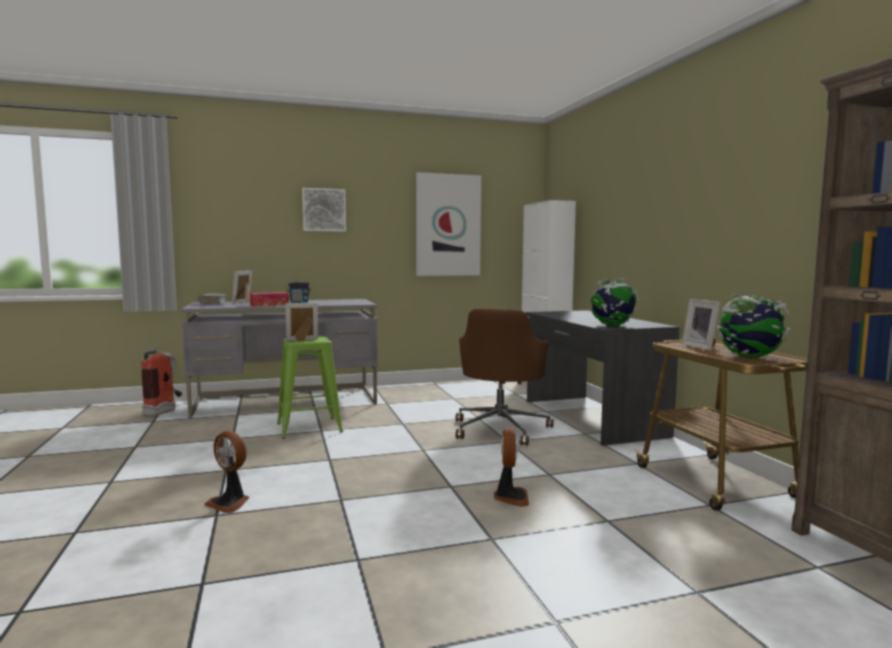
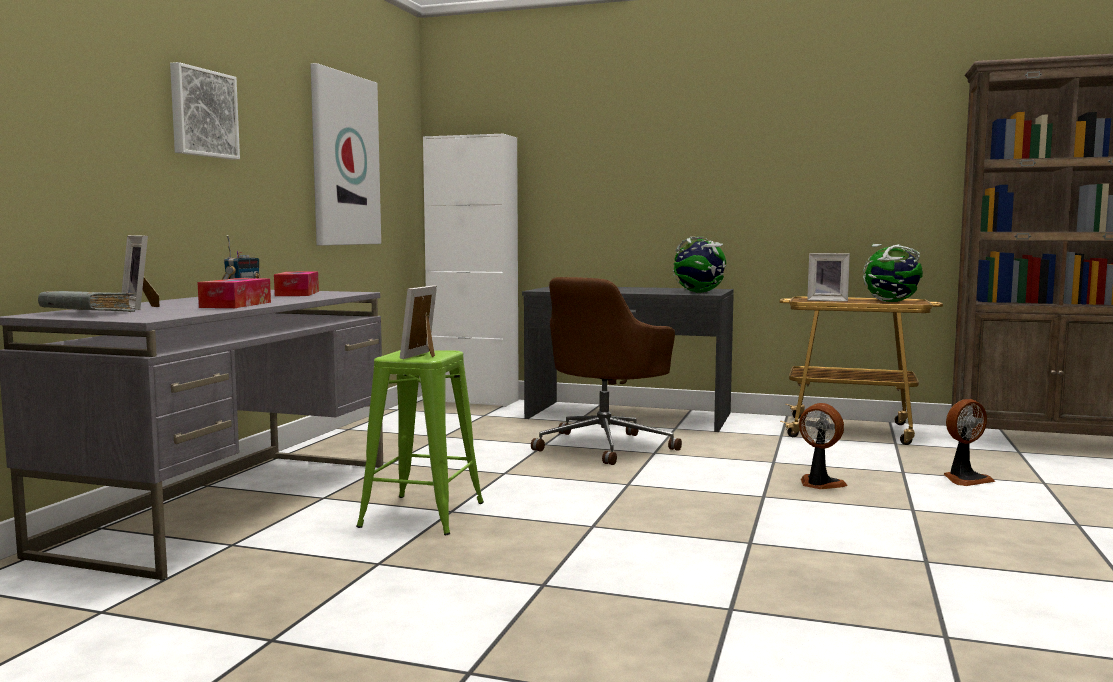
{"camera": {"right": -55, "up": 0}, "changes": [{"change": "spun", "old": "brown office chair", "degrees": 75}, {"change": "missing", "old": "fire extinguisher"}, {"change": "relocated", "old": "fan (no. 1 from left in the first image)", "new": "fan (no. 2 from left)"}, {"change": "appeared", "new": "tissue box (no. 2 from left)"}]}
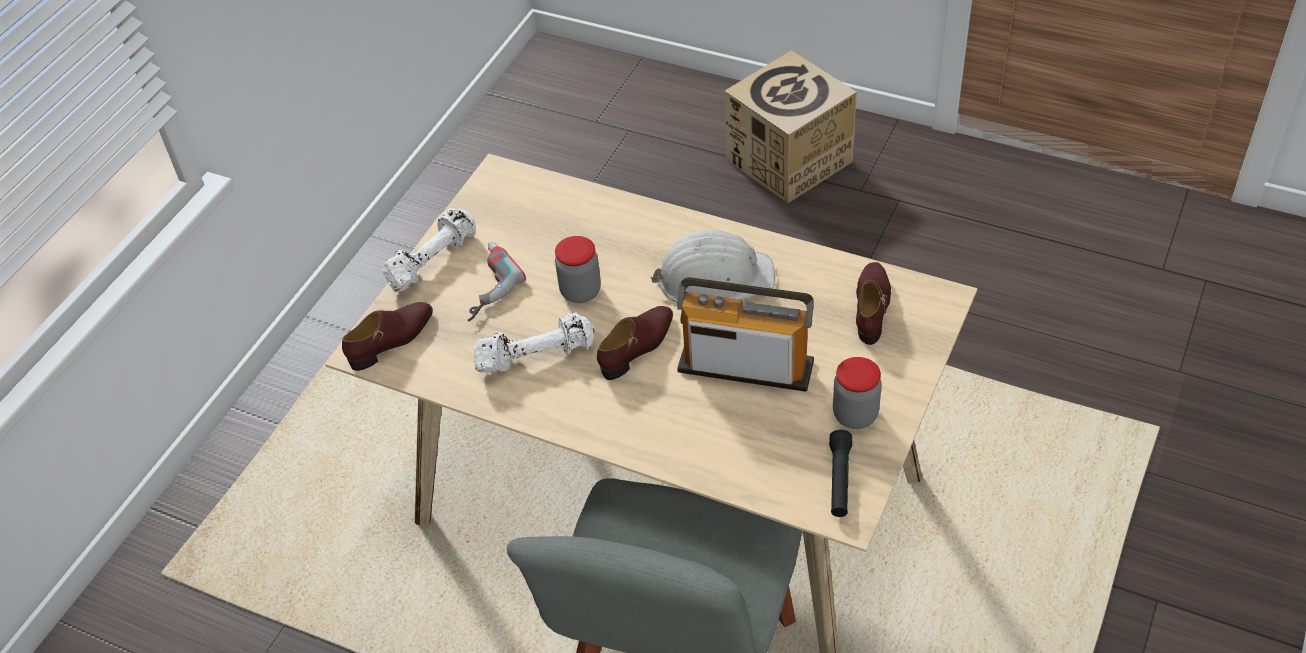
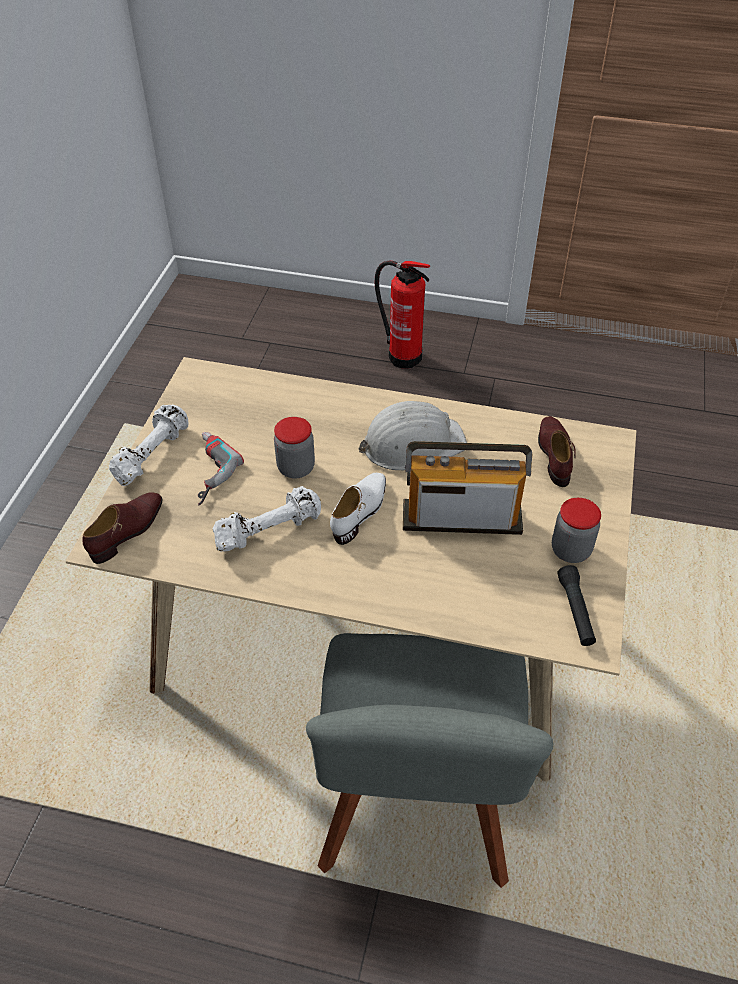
{"camera": {"right": -15, "up": 0}, "changes": [{"change": "exchanged", "old": "cardboard box", "new": "fire extinguisher"}, {"change": "colour", "old": "brown shoe (no. 2 from left)", "new": "white shoe"}]}
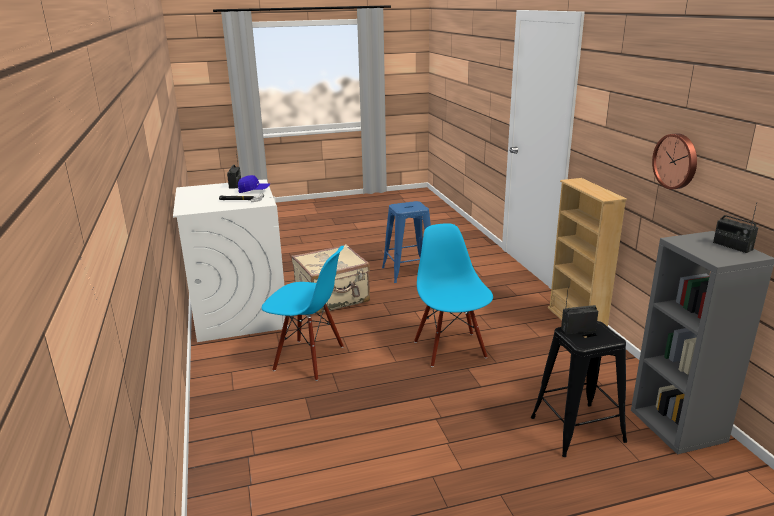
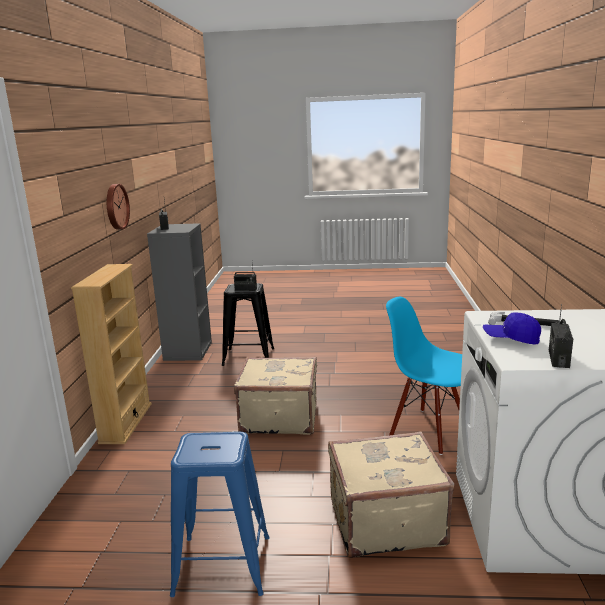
{"camera": {"right": -160, "up": -5}, "changes": [{"change": "exchanged", "old": "blue chair (no. 2 from left)", "new": "beige suitcase (no. 1 from left)"}]}
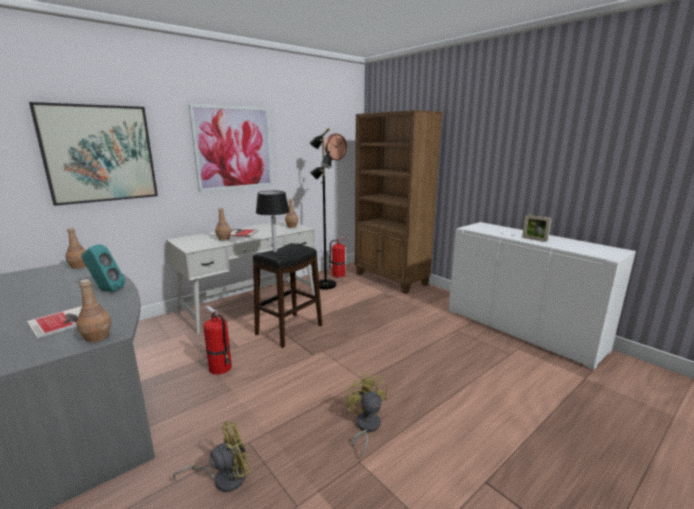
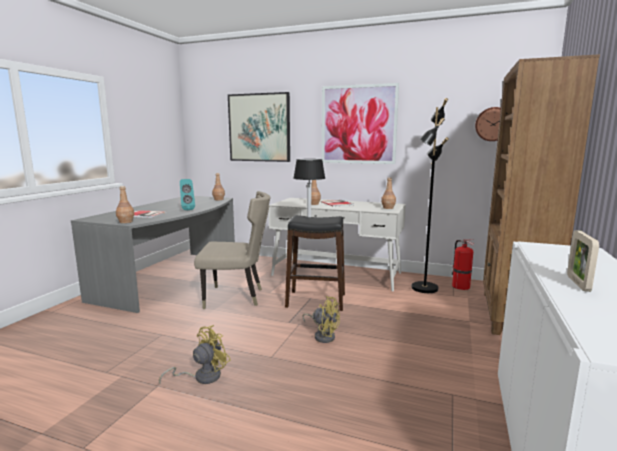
{"camera": {"right": 60, "up": -5}, "changes": [{"change": "exchanged", "old": "fire extinguisher (no. 1 from left)", "new": "beige chair"}, {"change": "relocated", "old": "yellow fan (no. 1 from left in the first image)", "new": "yellow fan (no. 2 from left)"}]}
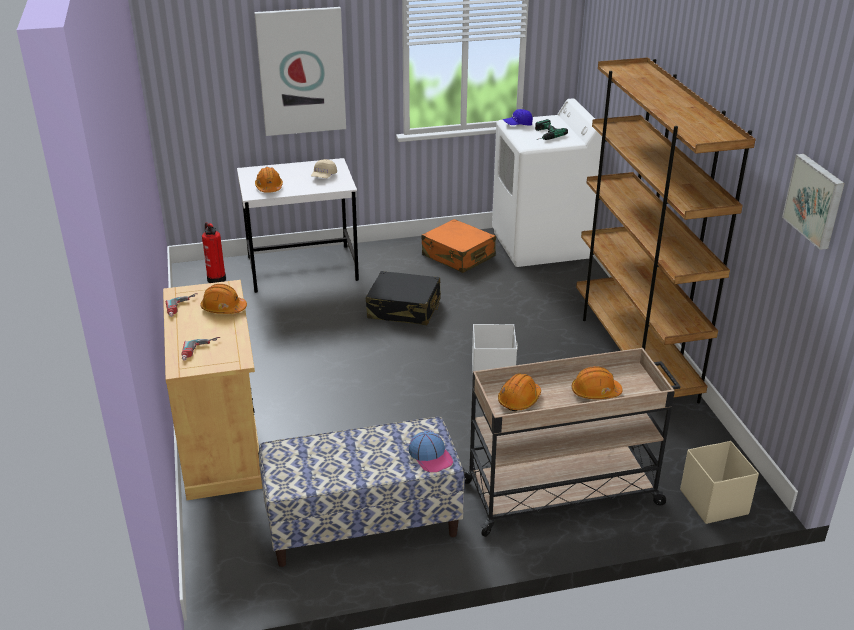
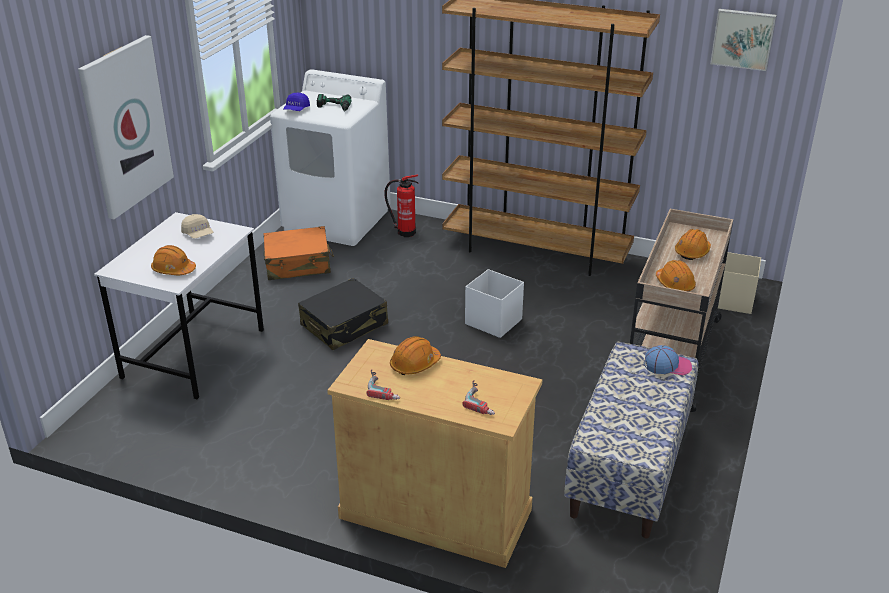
{"camera": {"right": -55, "up": 0}, "changes": [{"change": "relocated", "old": "fire extinguisher"}]}
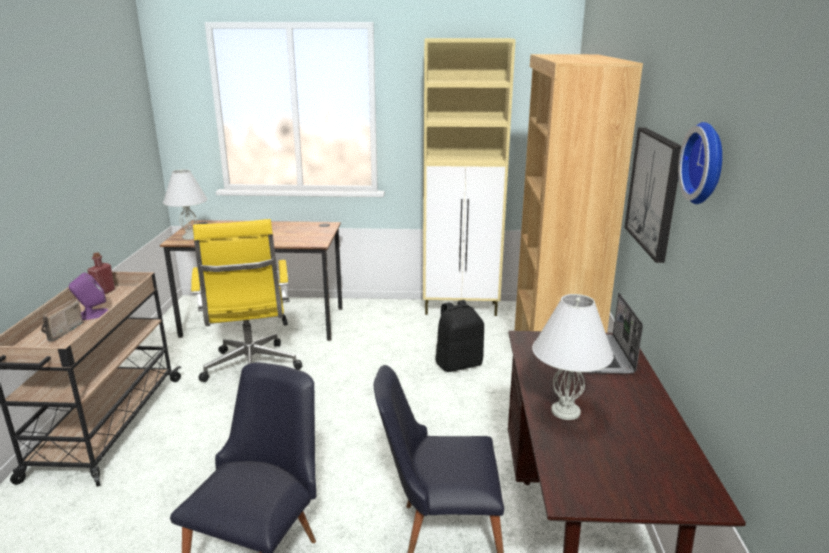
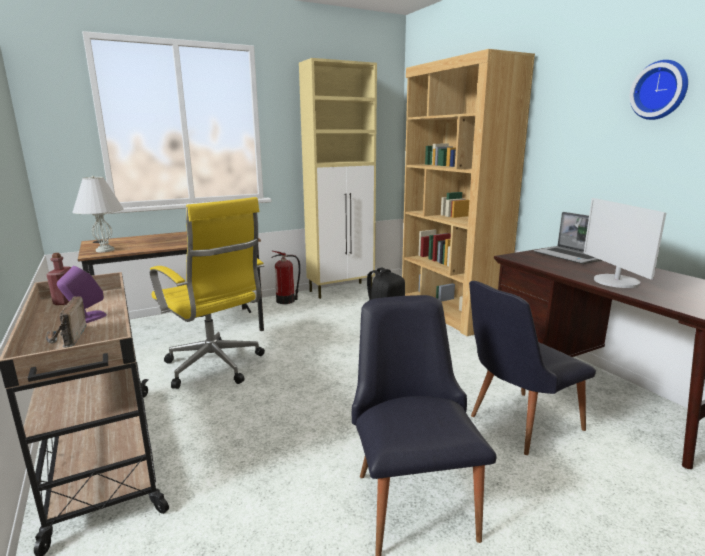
{"camera": {"right": -30, "up": -5}, "changes": [{"change": "missing", "old": "picture"}, {"change": "exchanged", "old": "white table lamp (no. 2 from left)", "new": "monitor"}, {"change": "appeared", "new": "fire extinguisher"}]}
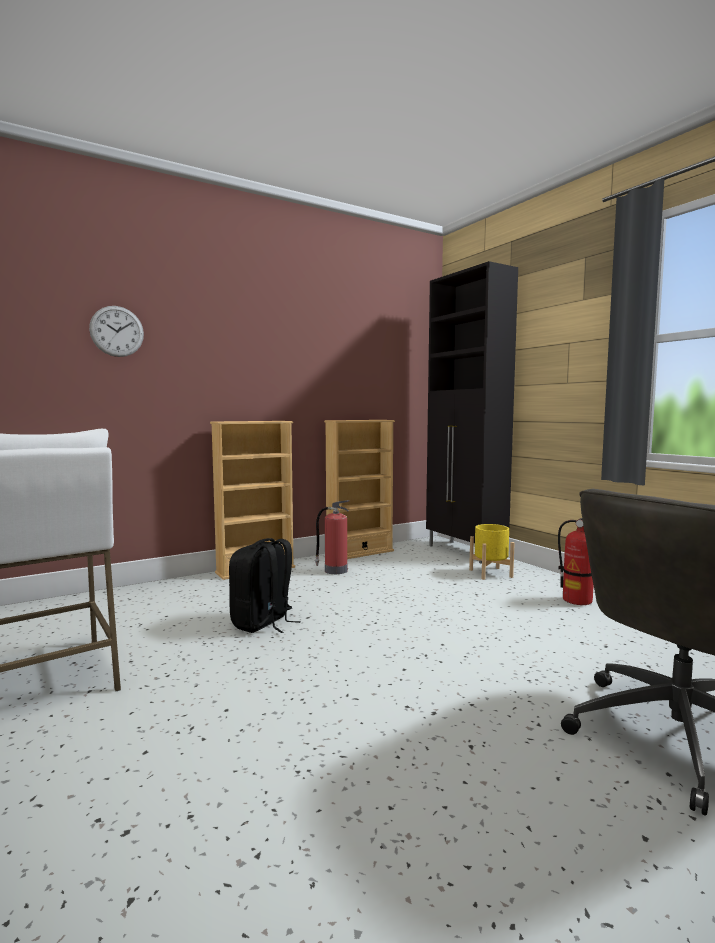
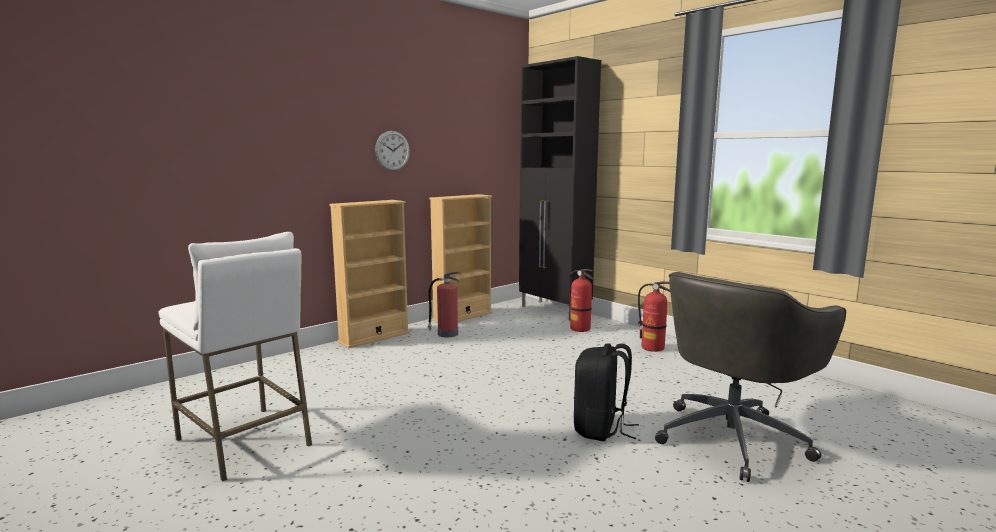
{"camera": {"right": -10, "up": 5}, "changes": [{"change": "relocated", "old": "wall clock"}, {"change": "exchanged", "old": "yellow planter", "new": "fire extinguisher (no. 2 from left)"}, {"change": "relocated", "old": "black backpack"}]}
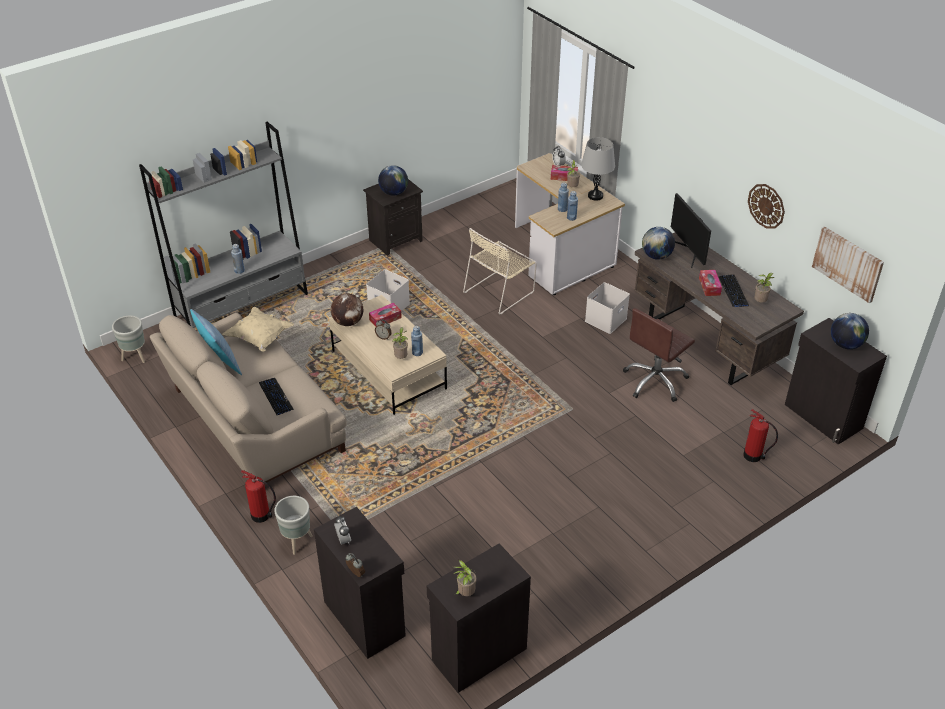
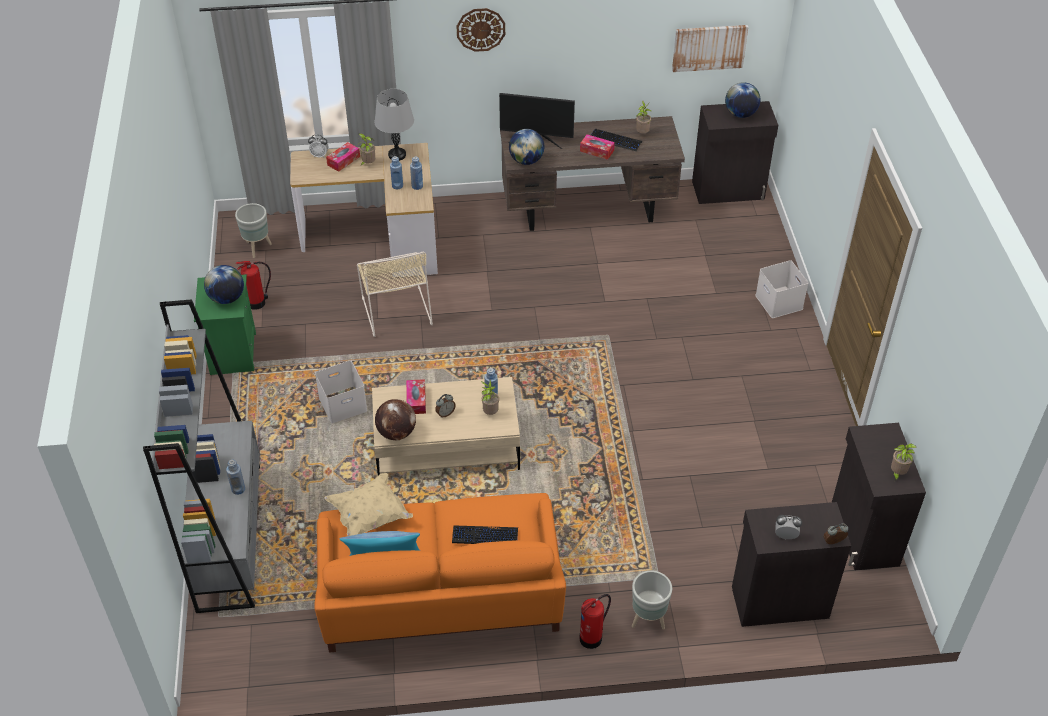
{"camera": {"right": -60, "up": 5}, "changes": [{"change": "colour", "old": "black nightstand", "new": "green nightstand"}, {"change": "relocated", "old": "wall clock"}, {"change": "relocated", "old": "white storage box (no. 2 from left)"}, {"change": "missing", "old": "brown office chair"}, {"change": "colour", "old": "beige sofa", "new": "orange sofa"}, {"change": "relocated", "old": "grey planter (no. 1 from left)"}, {"change": "relocated", "old": "fire extinguisher (no. 2 from left in the first image)", "new": "fire extinguisher (no. 1 from left)"}]}
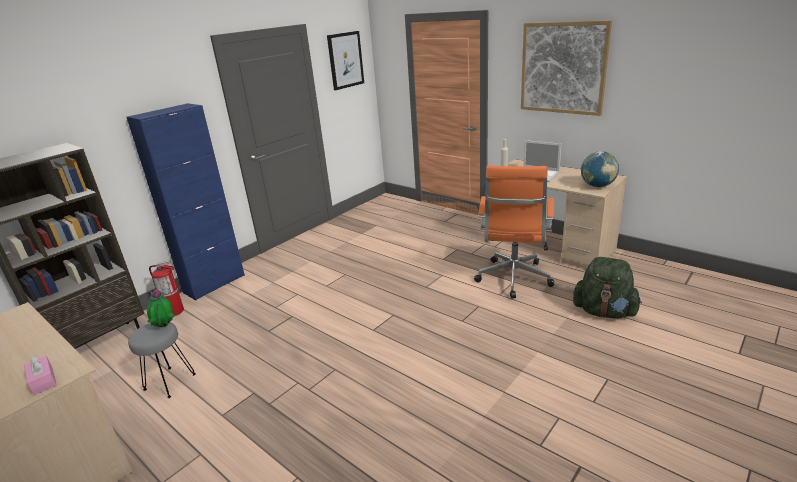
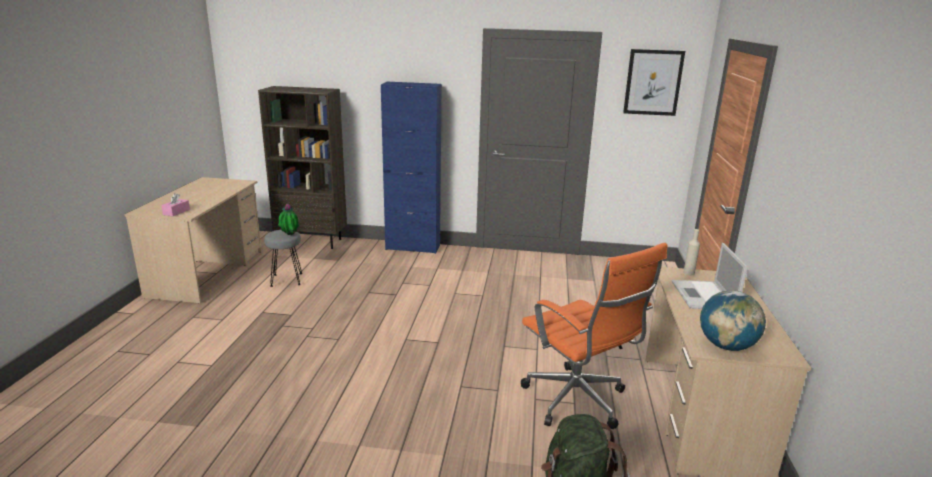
{"camera": {"right": 55, "up": -5}, "changes": [{"change": "missing", "old": "picture (no. 2 from left)"}, {"change": "spun", "old": "orange office chair", "degrees": -105}, {"change": "missing", "old": "fire extinguisher"}]}
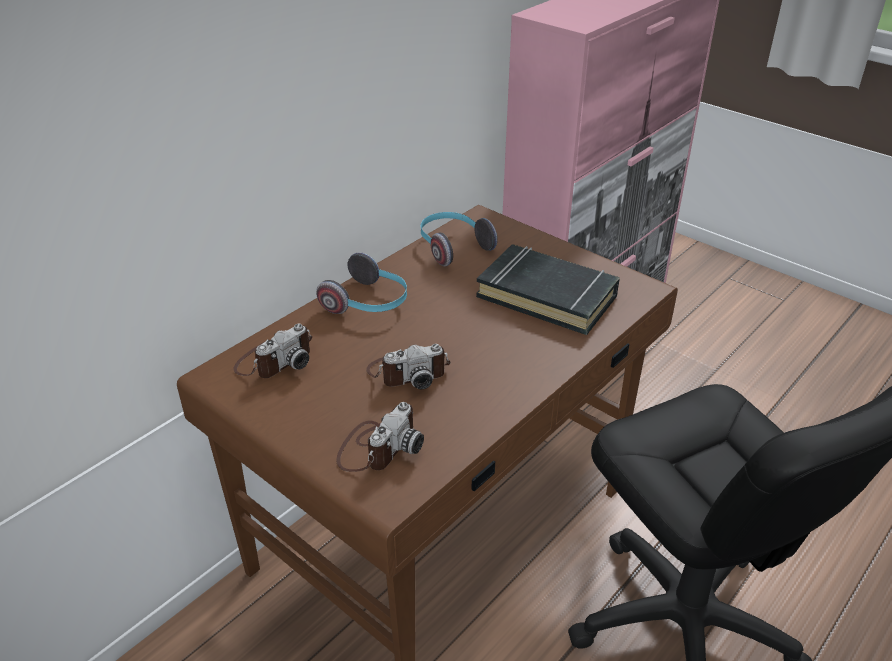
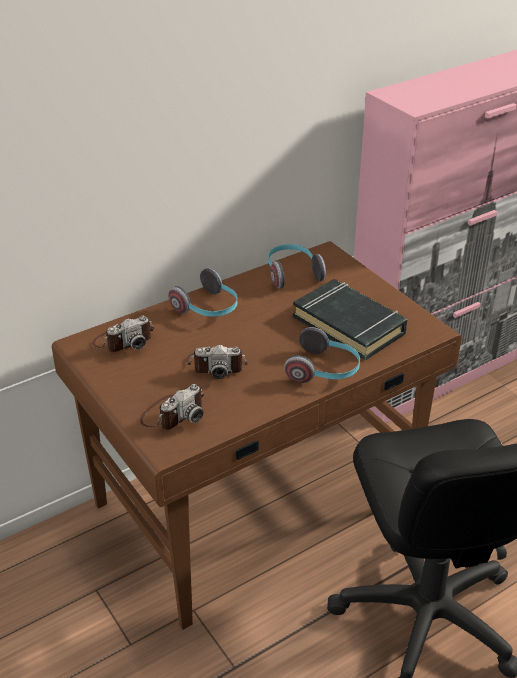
{"camera": {"right": 15, "up": 0}, "changes": [{"change": "appeared", "new": "headphones (no. 3 from left)"}]}
